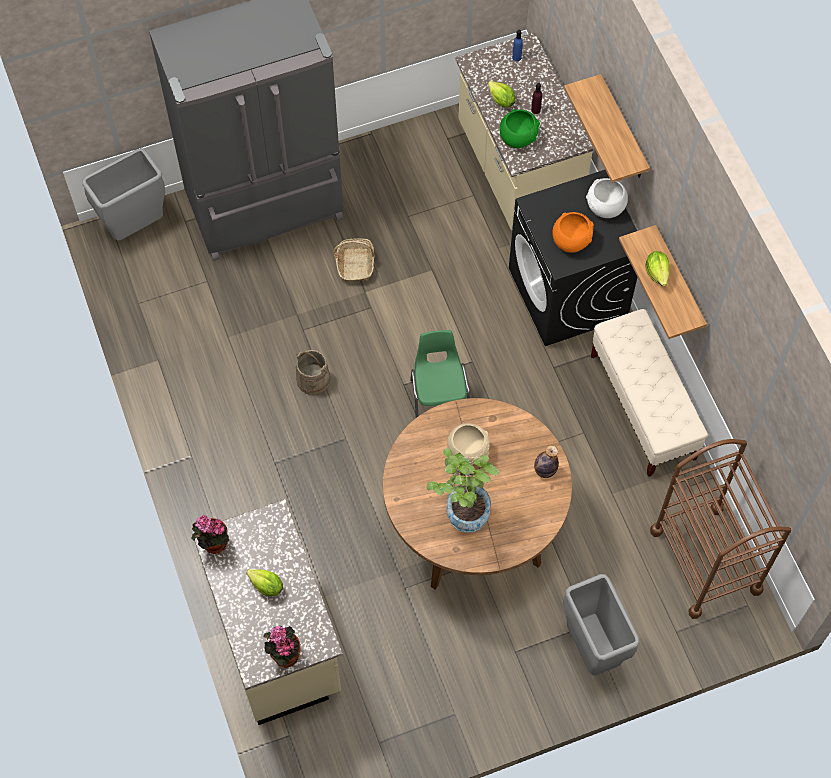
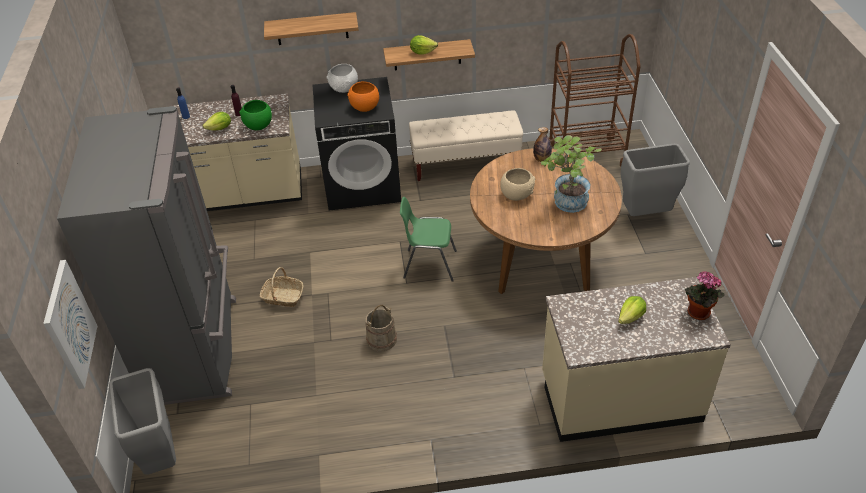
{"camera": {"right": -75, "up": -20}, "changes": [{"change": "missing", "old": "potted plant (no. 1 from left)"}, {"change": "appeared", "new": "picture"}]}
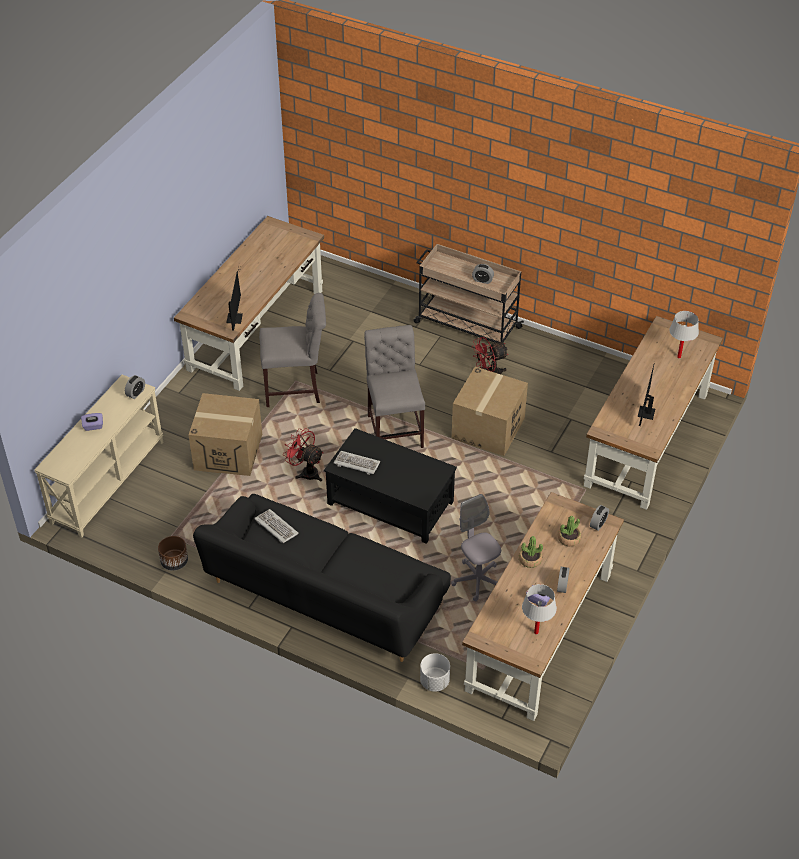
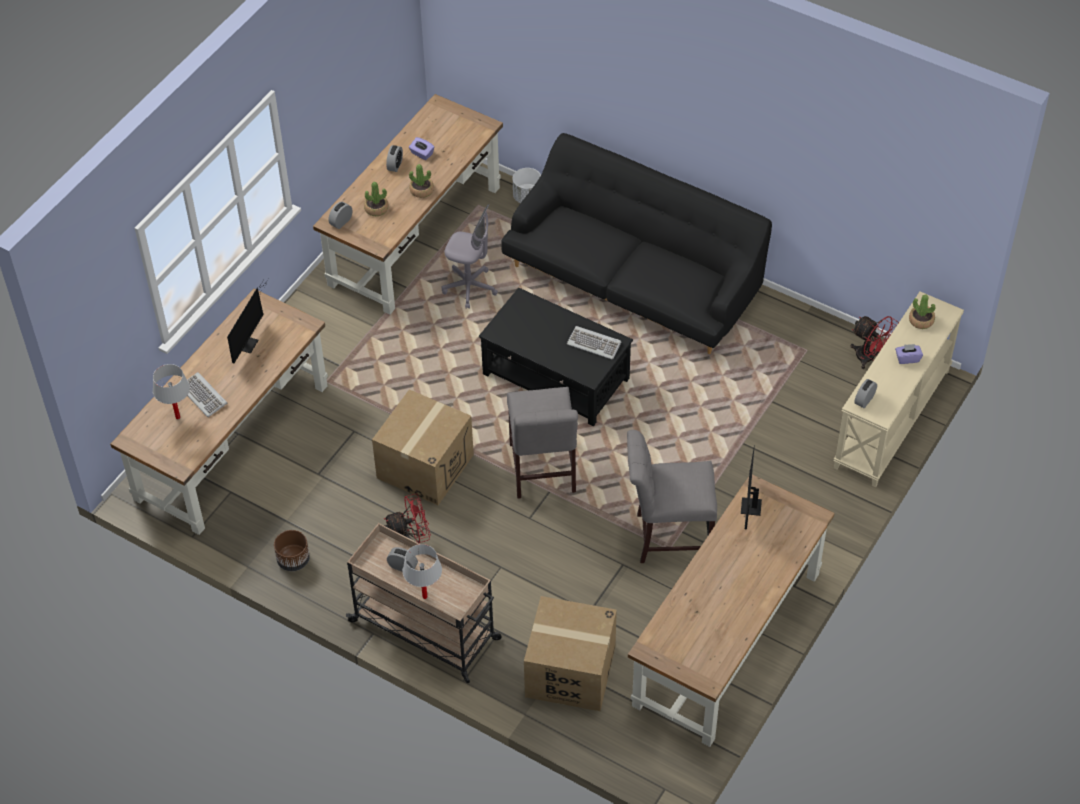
{"camera": {"right": -175, "up": 5}, "changes": [{"change": "relocated", "old": "cardboard box (no. 1 from left in the first image)", "new": "cardboard box (no. 2 from left)"}, {"change": "relocated", "old": "red fan (no. 1 from left in the first image)", "new": "red fan (no. 2 from left)"}, {"change": "spun", "old": "grey office chair", "degrees": -45}, {"change": "relocated", "old": "keyboard (no. 1 from left)"}, {"change": "relocated", "old": "brown planter"}, {"change": "relocated", "old": "white table lamp (no. 1 from left in the first image)", "new": "white table lamp (no. 2 from left)"}, {"change": "appeared", "new": "potted plant (no. 3 from left)"}]}
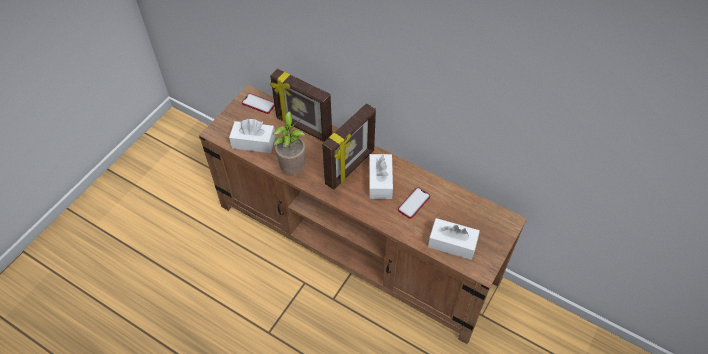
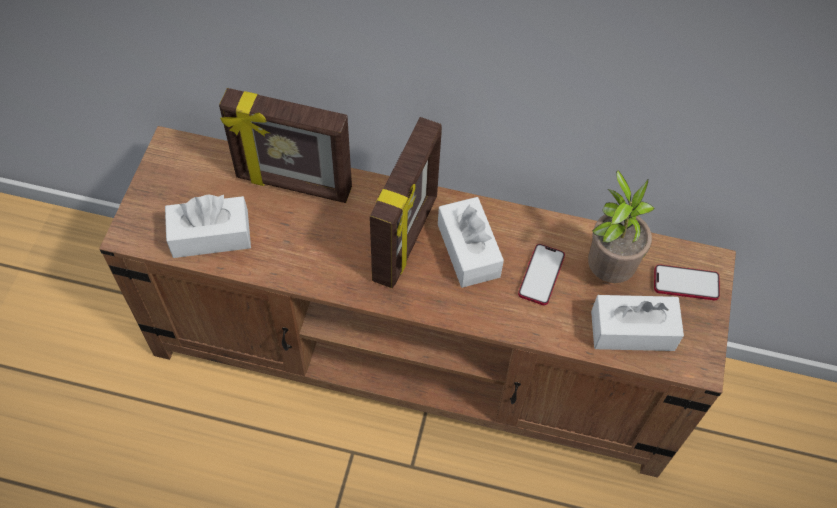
{"camera": {"right": -20, "up": 5}, "changes": [{"change": "relocated", "old": "phone (no. 1 from left in the first image)", "new": "phone (no. 2 from left)"}, {"change": "relocated", "old": "potted plant"}]}
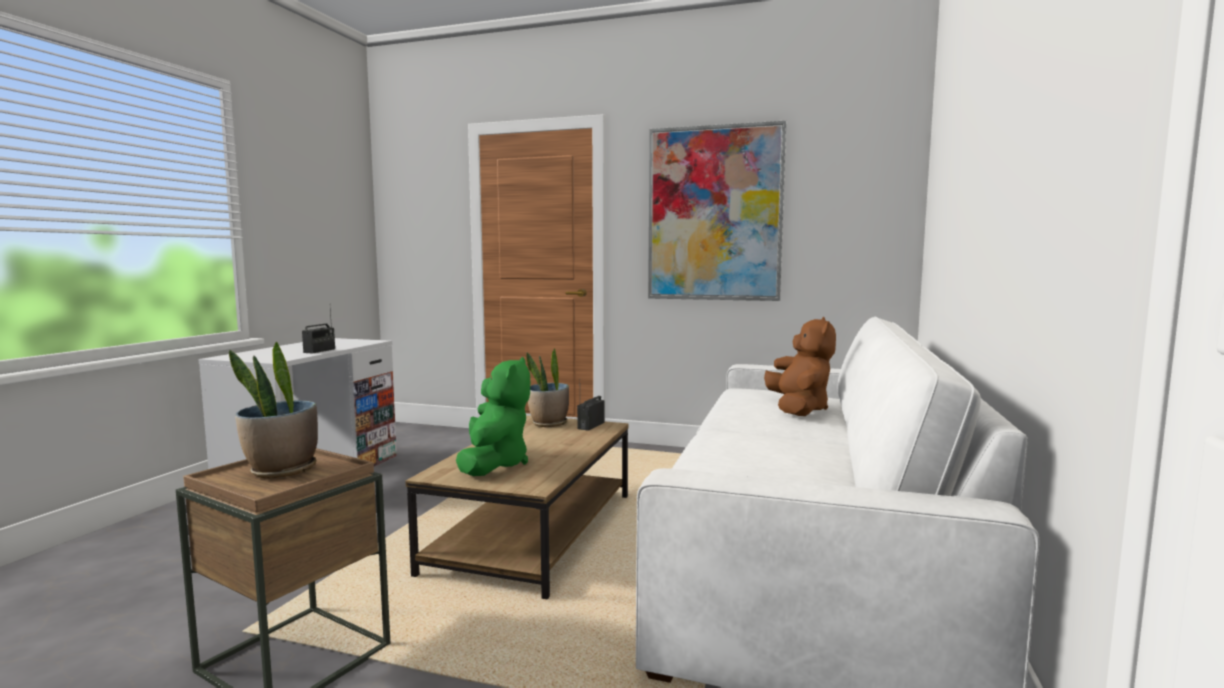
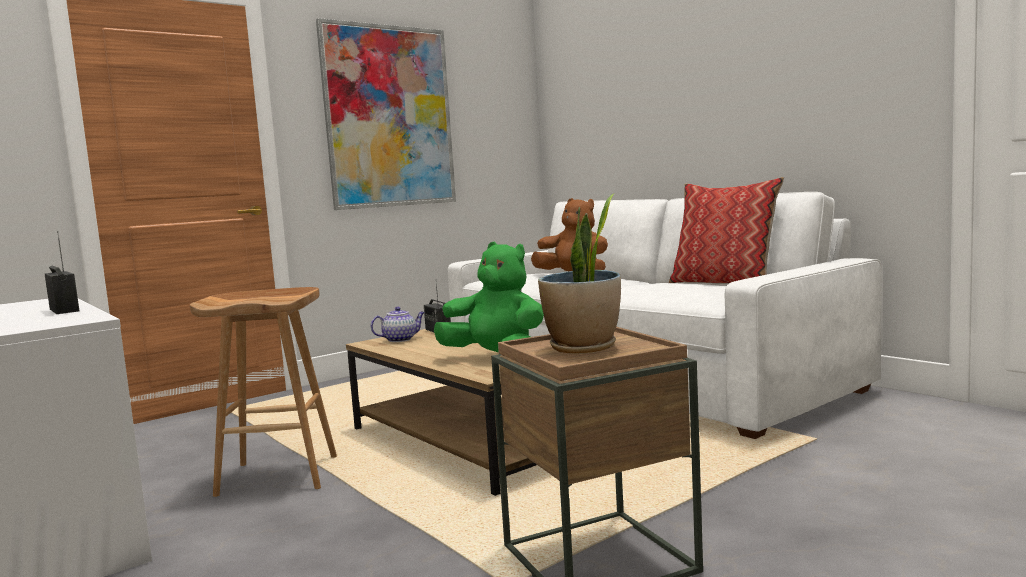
{"camera": {"right": -55, "up": 0}, "changes": [{"change": "exchanged", "old": "potted plant (no. 2 from left)", "new": "teapot"}, {"change": "appeared", "new": "pillow"}, {"change": "appeared", "new": "brown stool"}]}
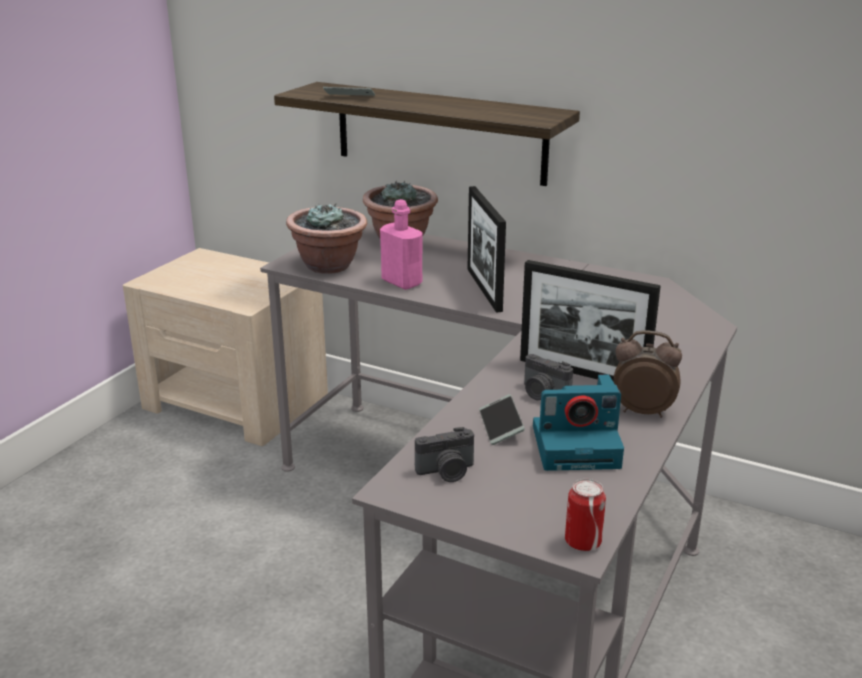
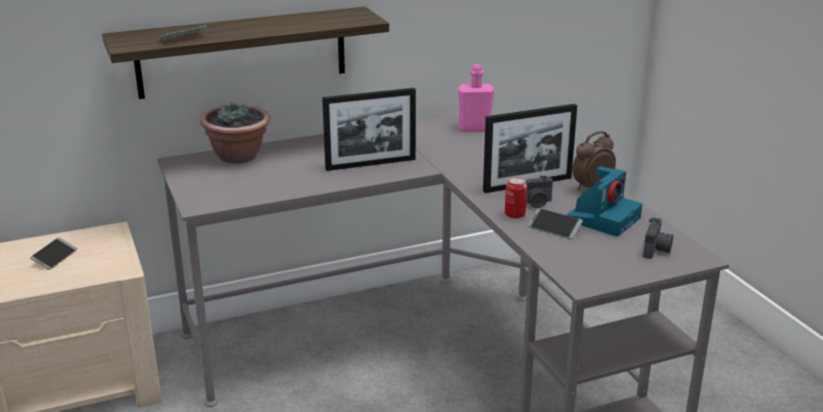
{"camera": {"right": -50, "up": 0}, "changes": [{"change": "spun", "old": "picture frame (no. 1 from left)", "degrees": -45}, {"change": "relocated", "old": "pink bottle"}, {"change": "missing", "old": "potted plant (no. 1 from left)"}, {"change": "relocated", "old": "photo camera (no. 1 from left in the first image)", "new": "photo camera (no. 3 from left)"}, {"change": "relocated", "old": "can"}, {"change": "appeared", "new": "phone (no. 1 from left)"}]}
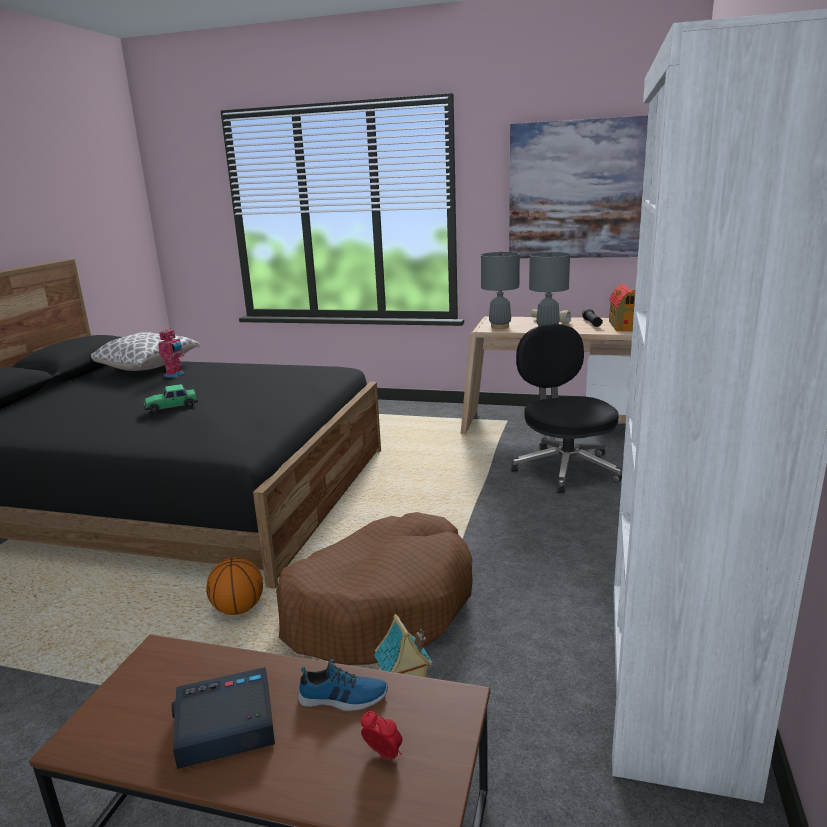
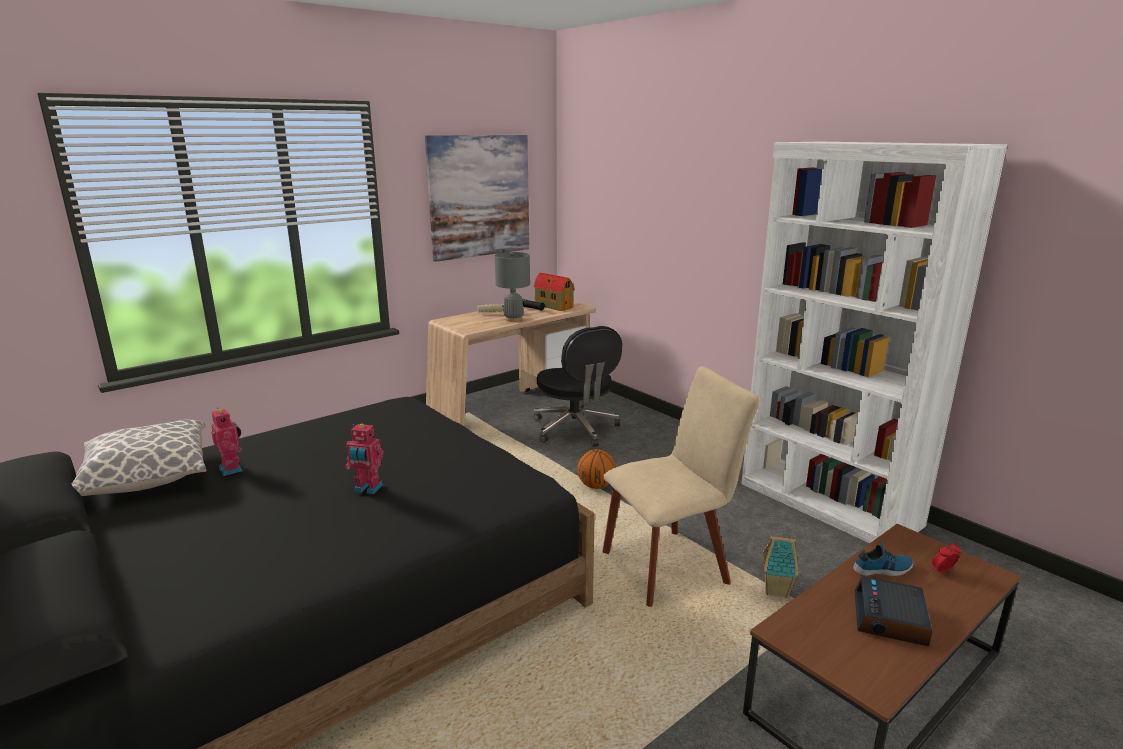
{"camera": {"right": -55, "up": 0}, "changes": [{"change": "missing", "old": "grey table lamp (no. 1 from left)"}, {"change": "spun", "old": "black office chair", "degrees": -135}, {"change": "exchanged", "old": "toy car", "new": "toy robot (no. 2 from left)"}, {"change": "exchanged", "old": "brown dog bed", "new": "beige chair"}, {"change": "relocated", "old": "basketball"}, {"change": "spun", "old": "shoe", "degrees": 45}]}
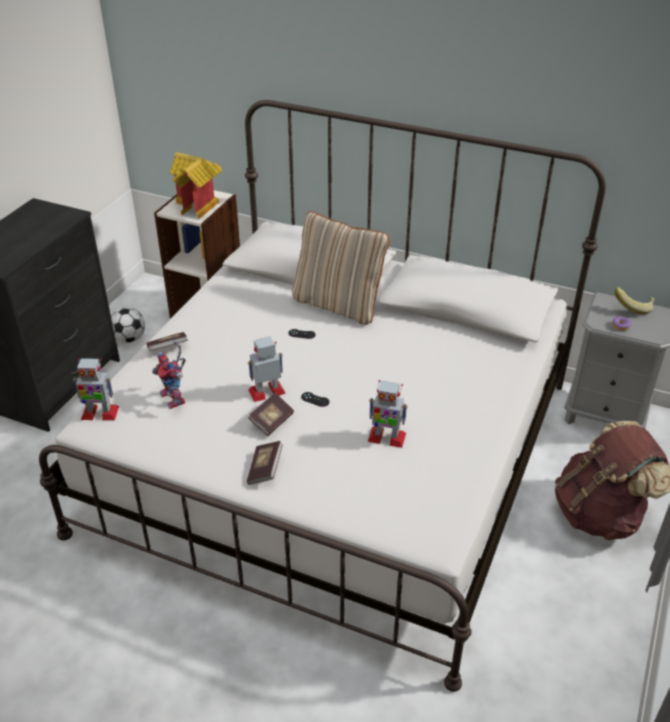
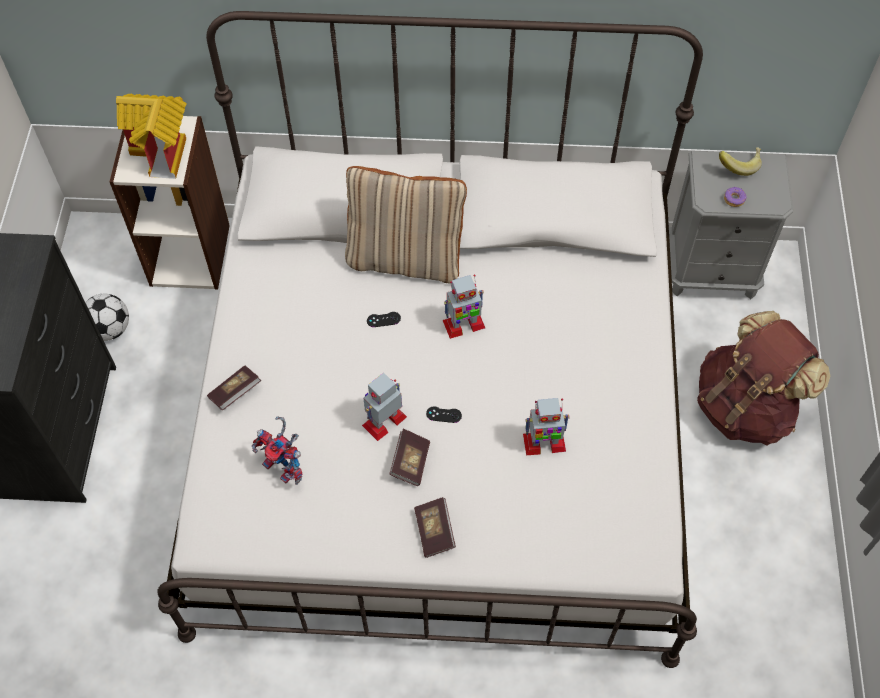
{"camera": {"right": -20, "up": 20}, "changes": [{"change": "relocated", "old": "toy robot (no. 1 from left in the first image)", "new": "toy robot (no. 3 from left)"}]}
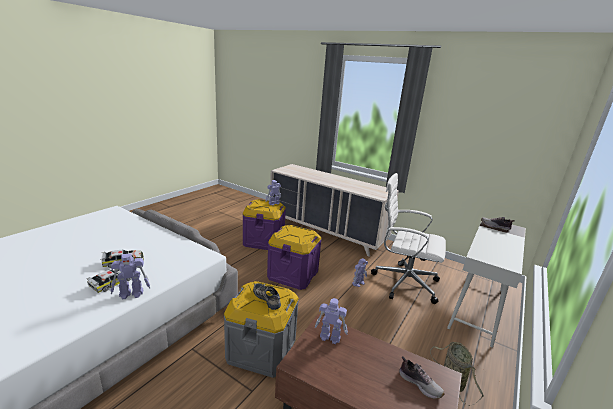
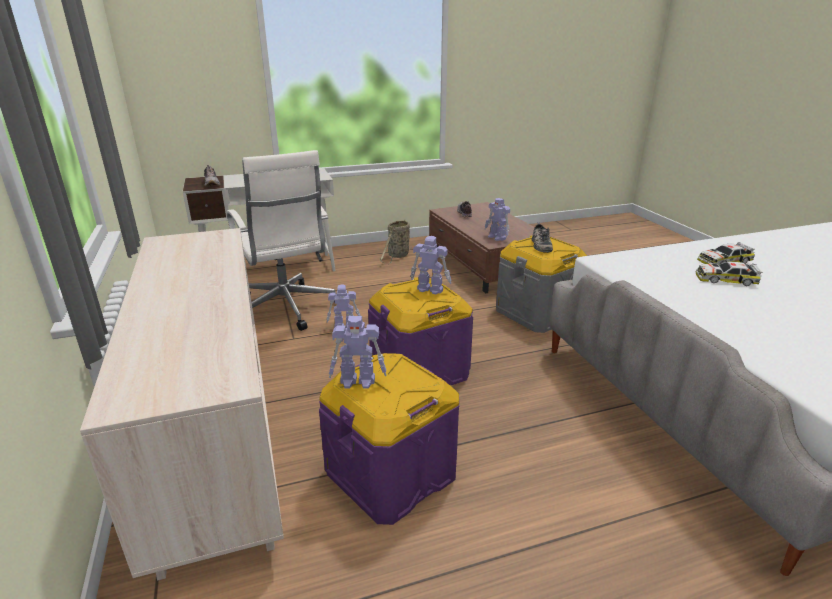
{"camera": {"right": -140, "up": 5}, "changes": [{"change": "relocated", "old": "toy robot (no. 1 from left in the first image)", "new": "toy robot (no. 3 from left)"}]}
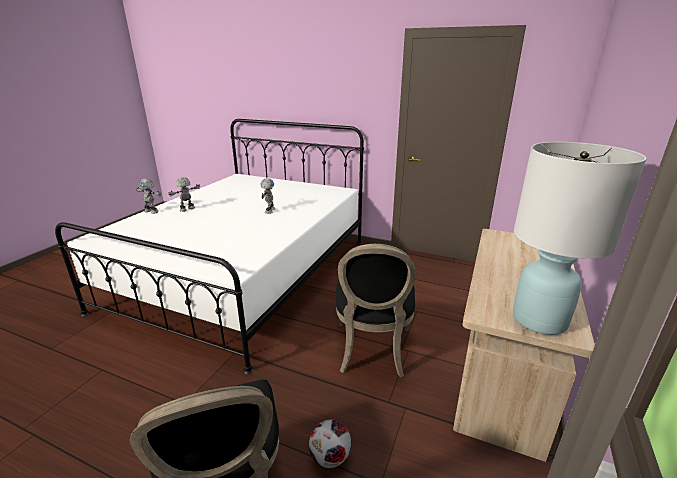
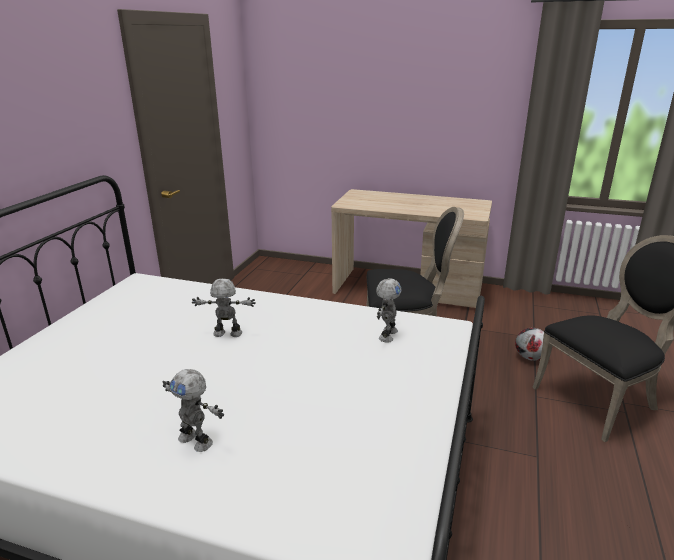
{"camera": {"right": -95, "up": 0}, "changes": [{"change": "missing", "old": "white table lamp"}, {"change": "relocated", "old": "toy robot (no. 1 from left in the first image)", "new": "toy robot (no. 3 from left)"}]}
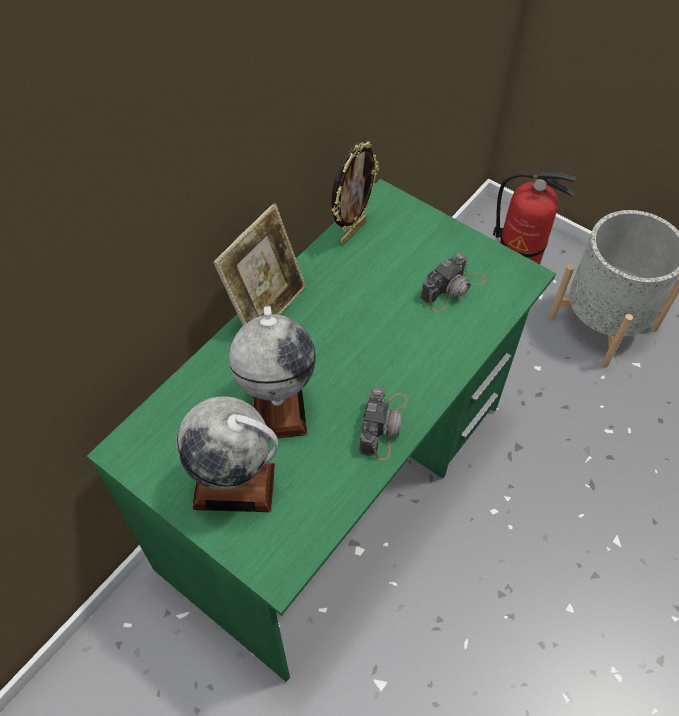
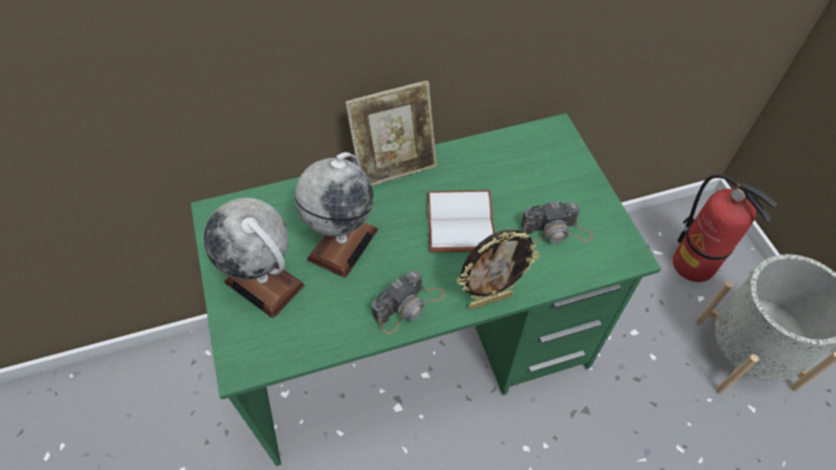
{"camera": {"right": 35, "up": 0}, "changes": [{"change": "relocated", "old": "picture frame (no. 2 from left)"}, {"change": "appeared", "new": "white book"}]}
